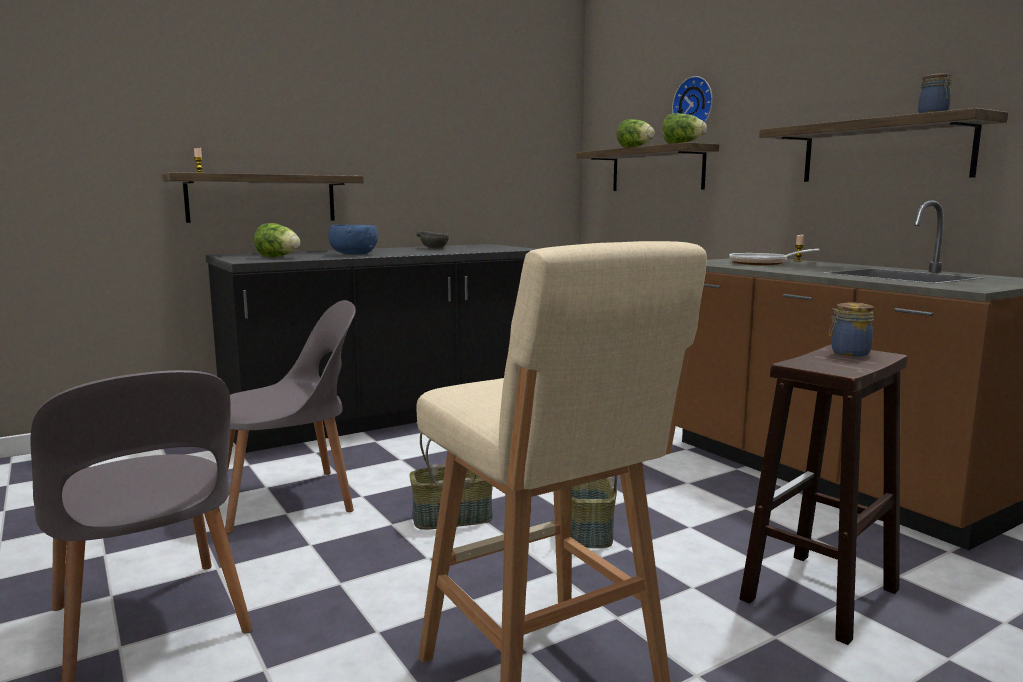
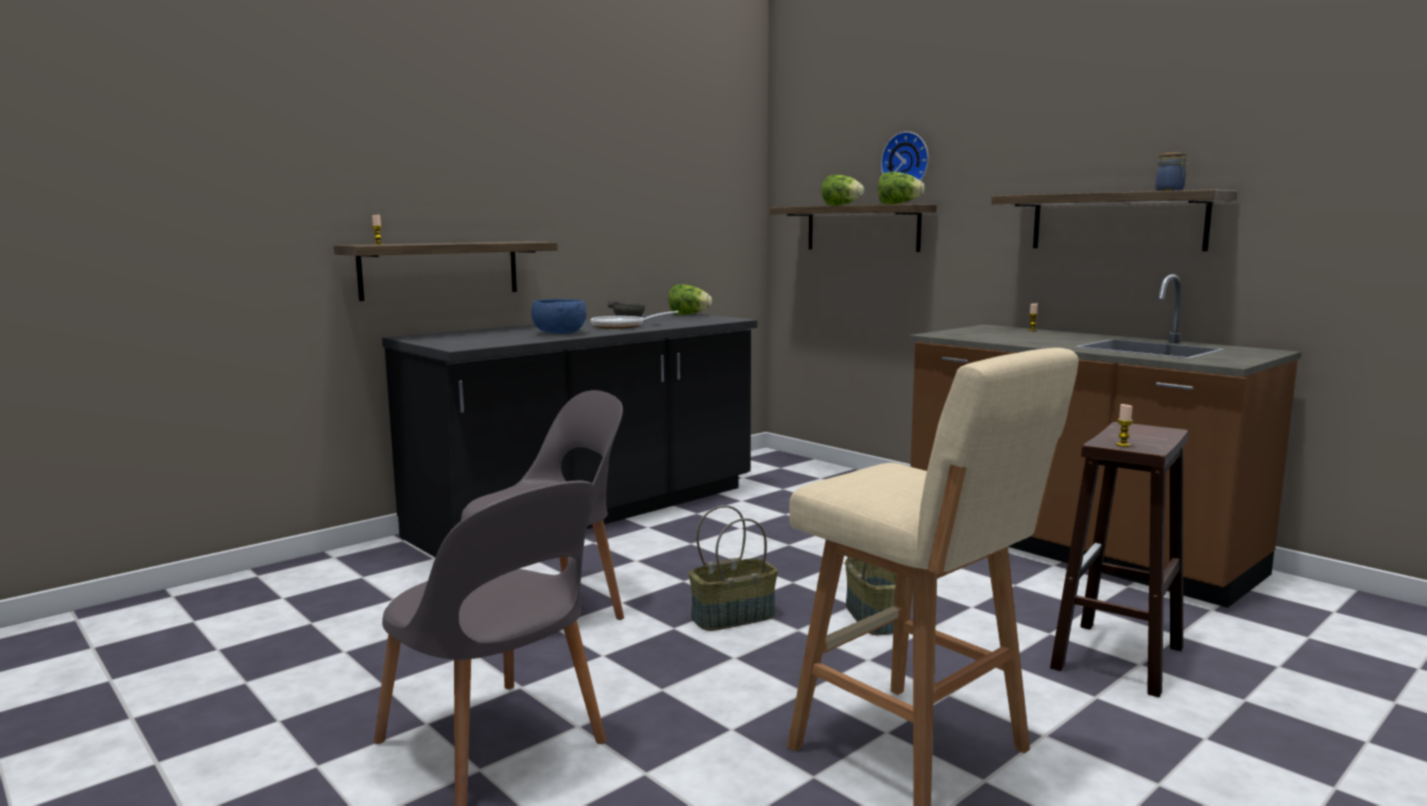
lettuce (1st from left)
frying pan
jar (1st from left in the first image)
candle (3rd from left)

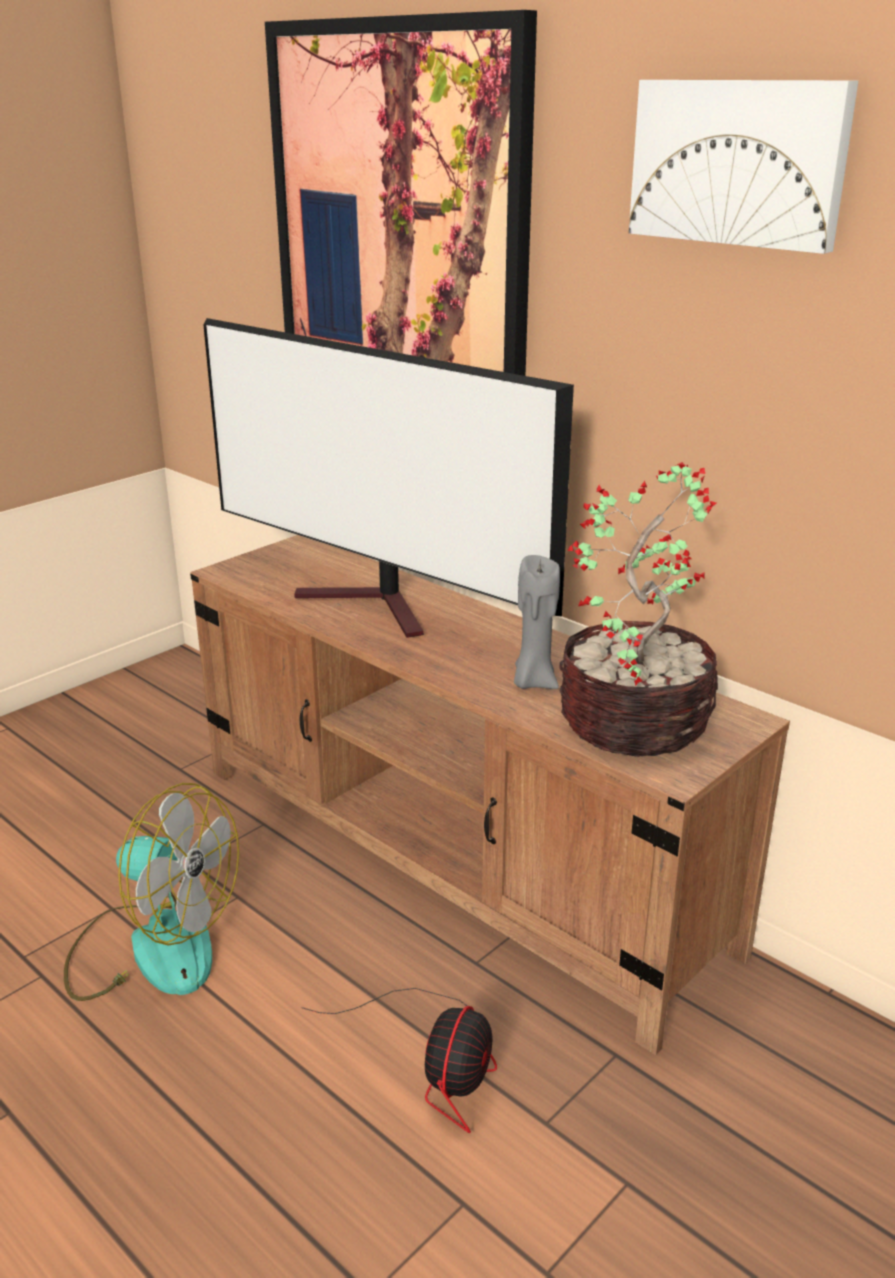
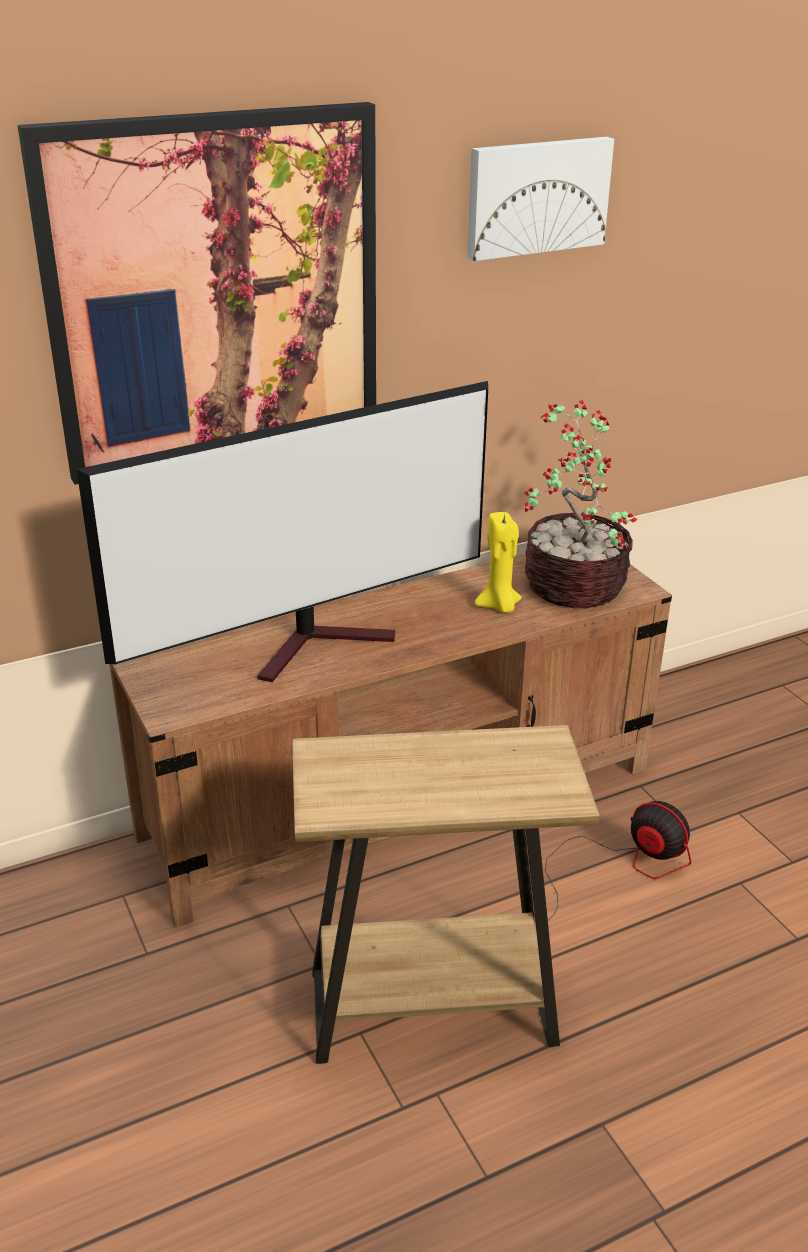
yellow candle
brown side table

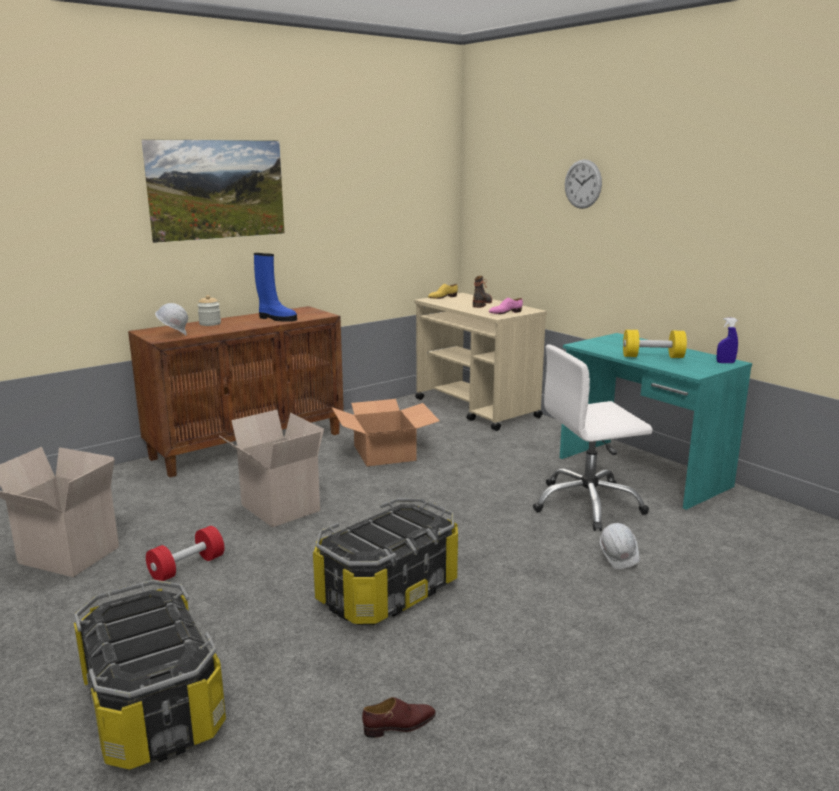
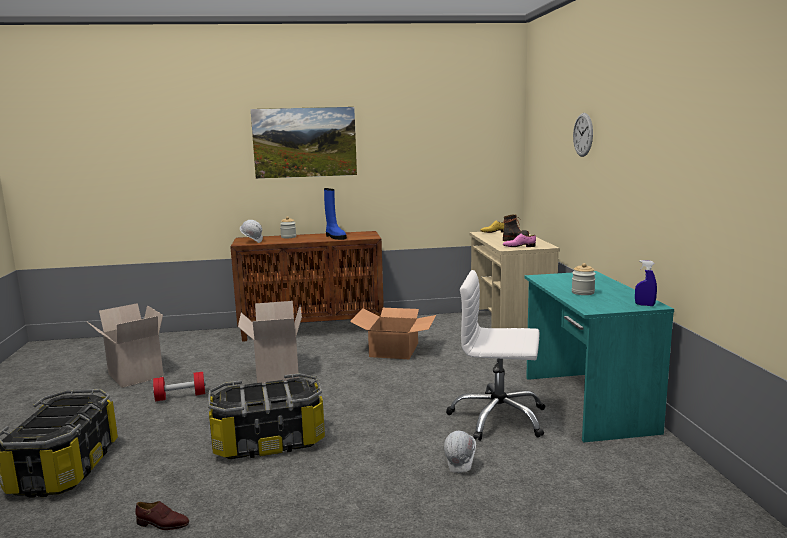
jar (2nd from left)

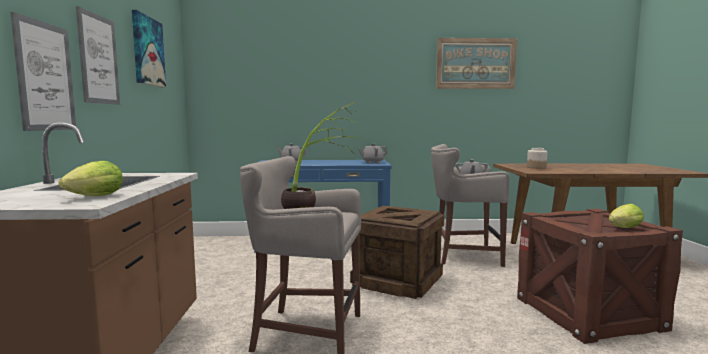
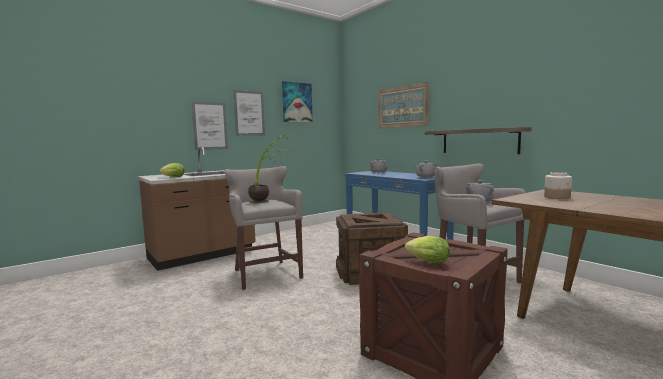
picture (4th from left)
shelf

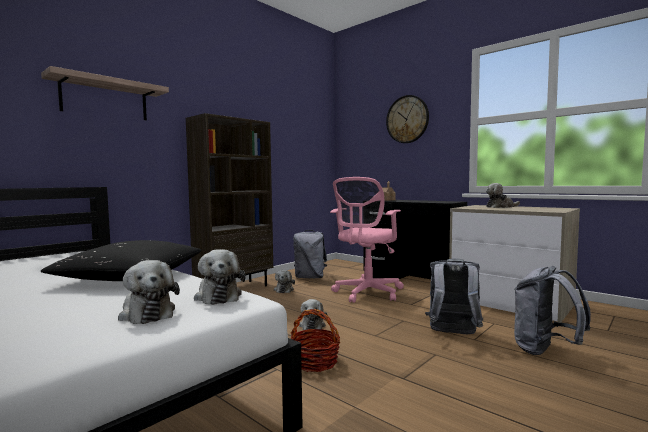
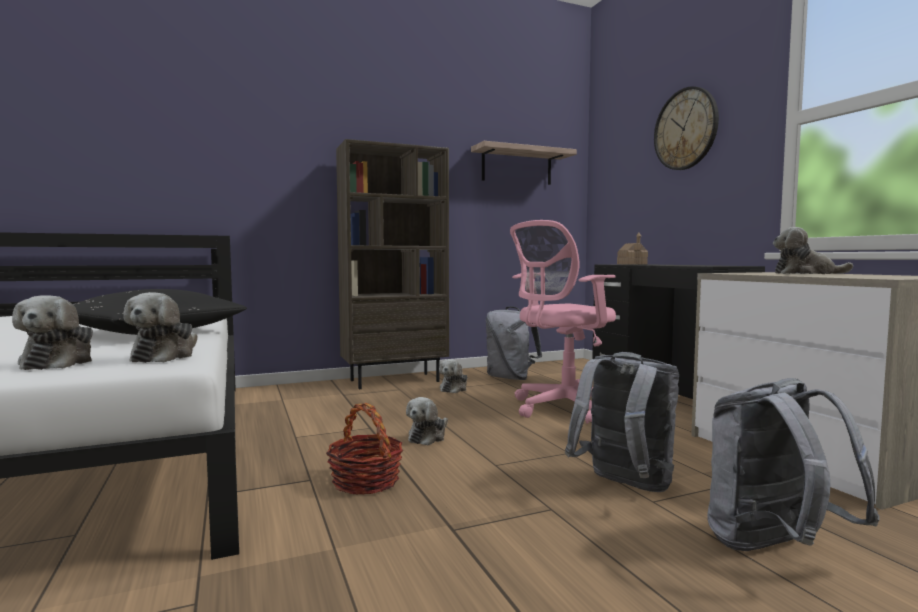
shelf

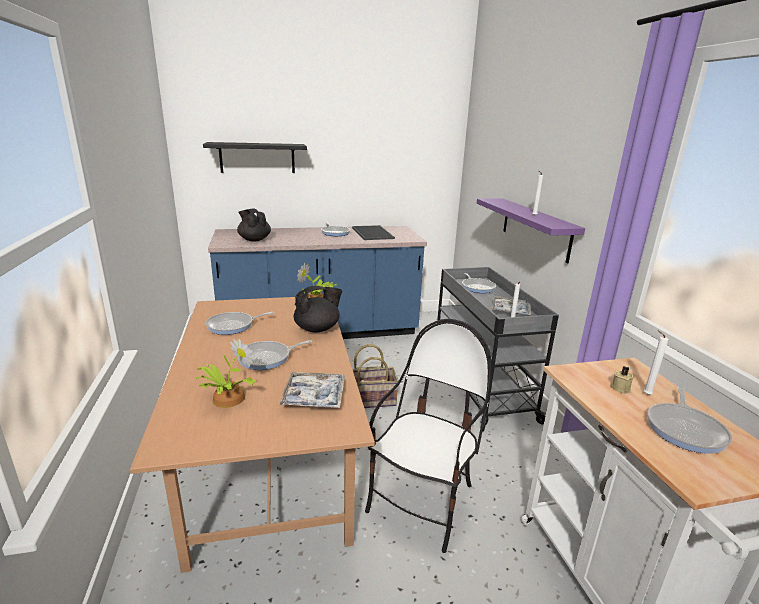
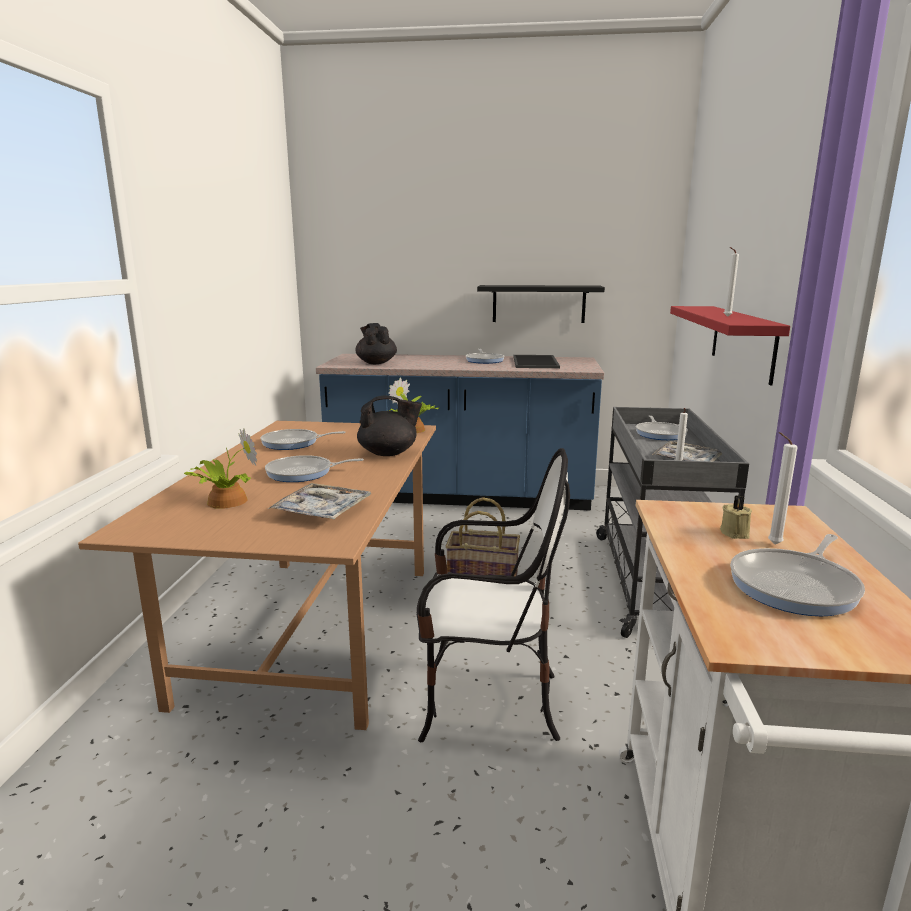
black shelf
red shelf
chair

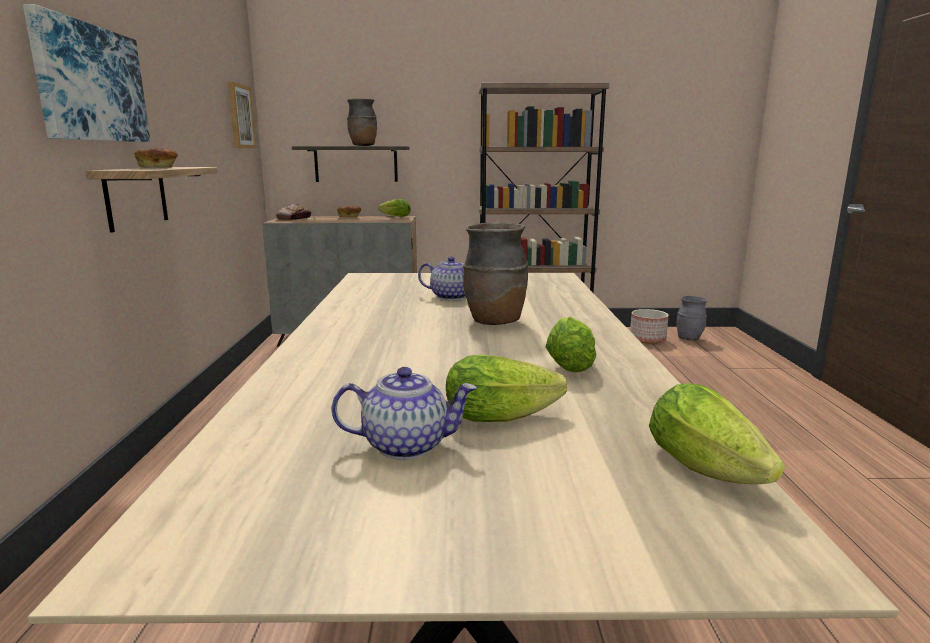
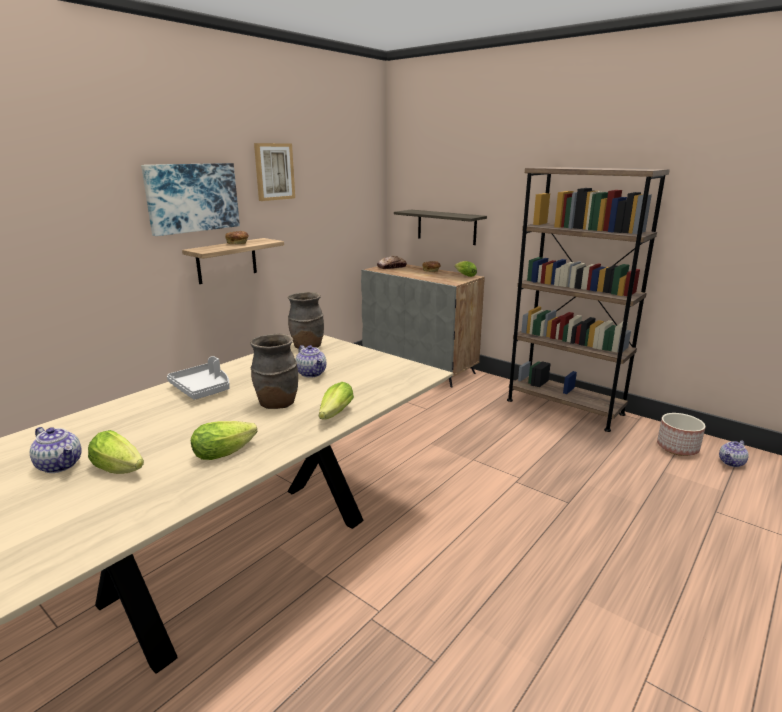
picture (2nd from left)
brown vase (2nd from left)
teapot (3rd from left)
lettuce (3rd from left)
grey tray

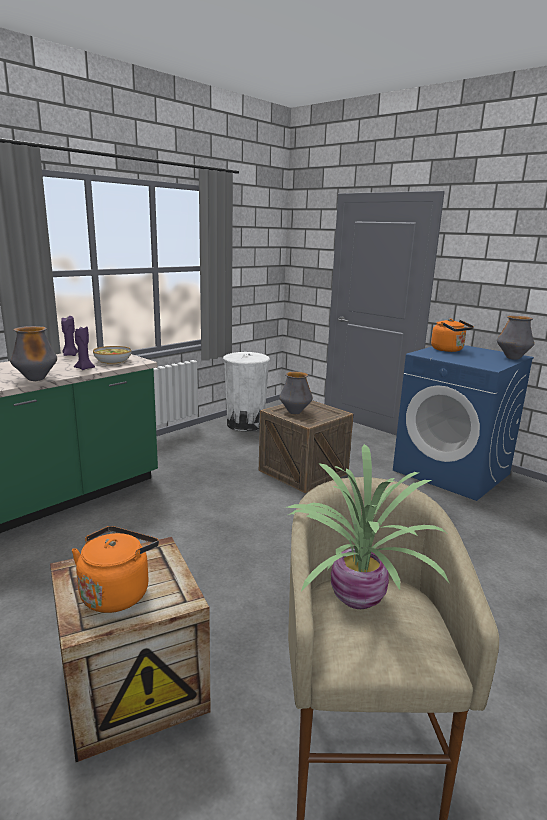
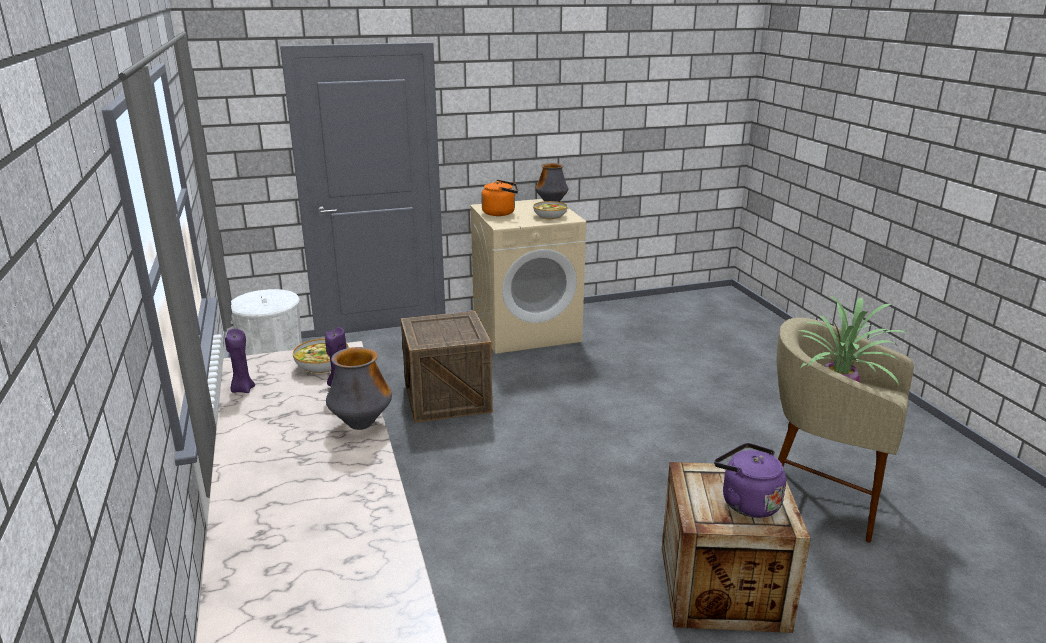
beige washing machine
vase (2nd from left in the first image)
purple kettle
bowl (2nd from left)

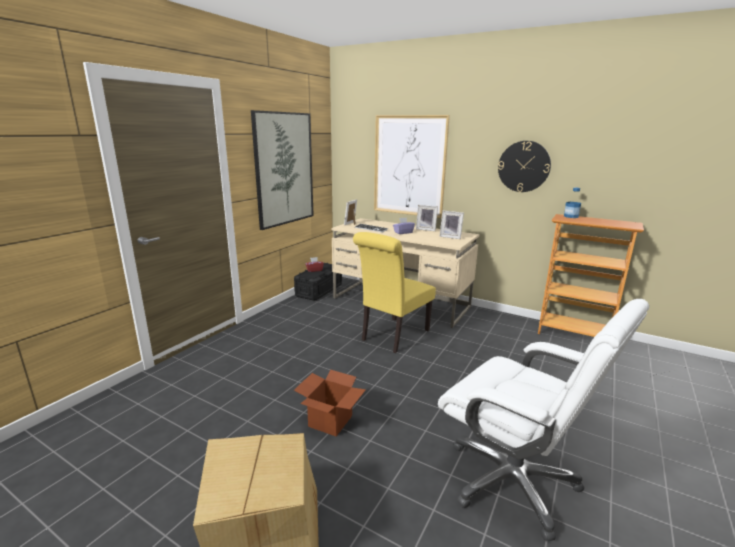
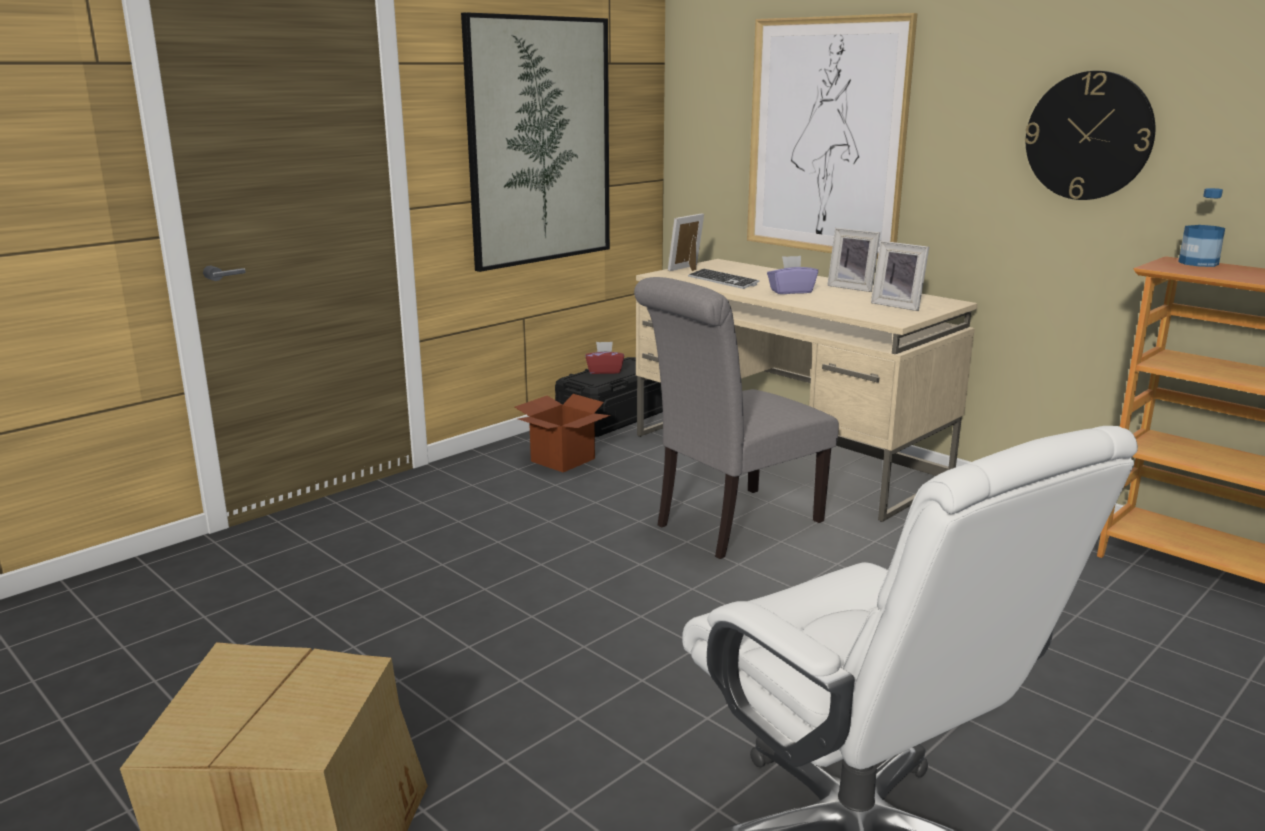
grey chair
cardboard box (2nd from left)

